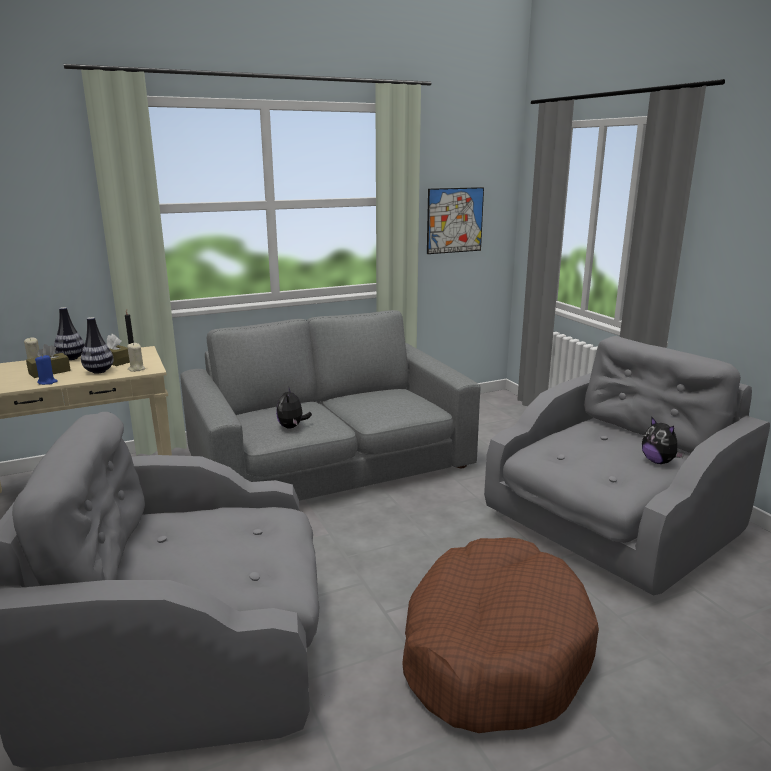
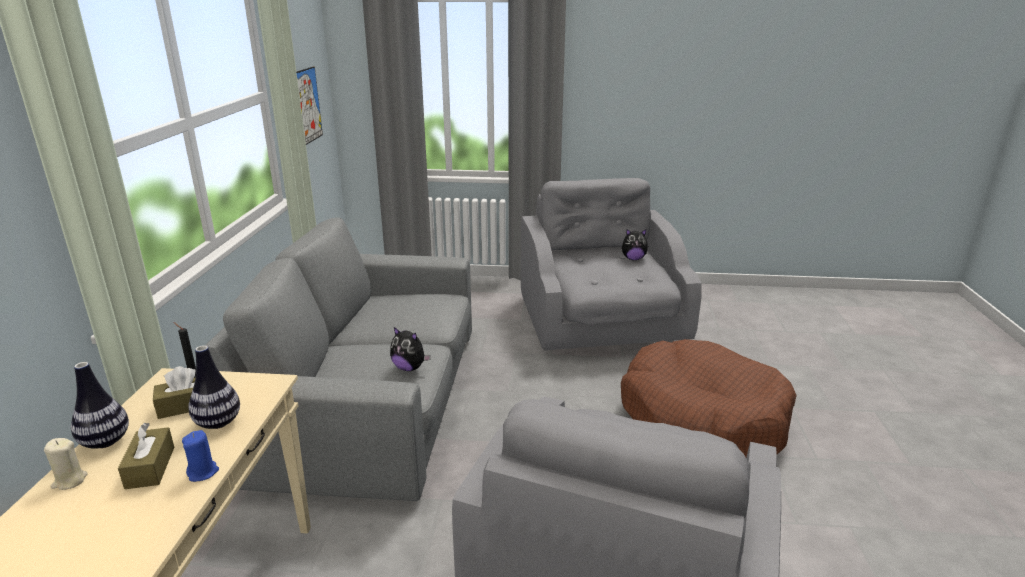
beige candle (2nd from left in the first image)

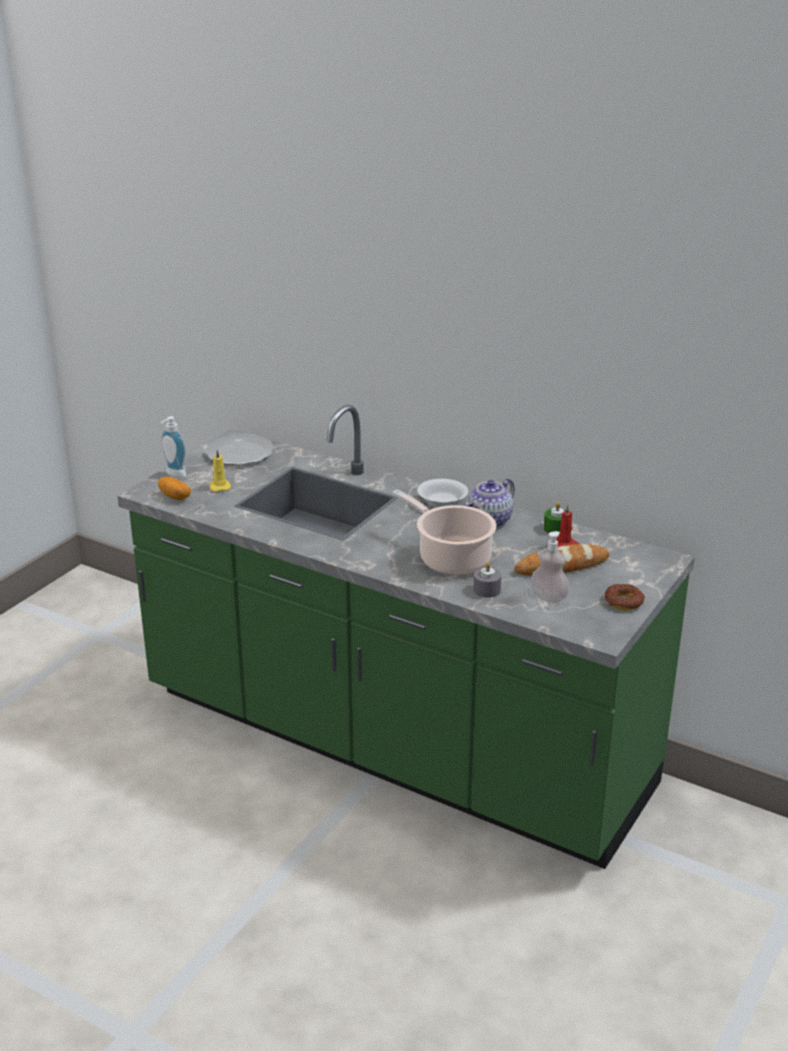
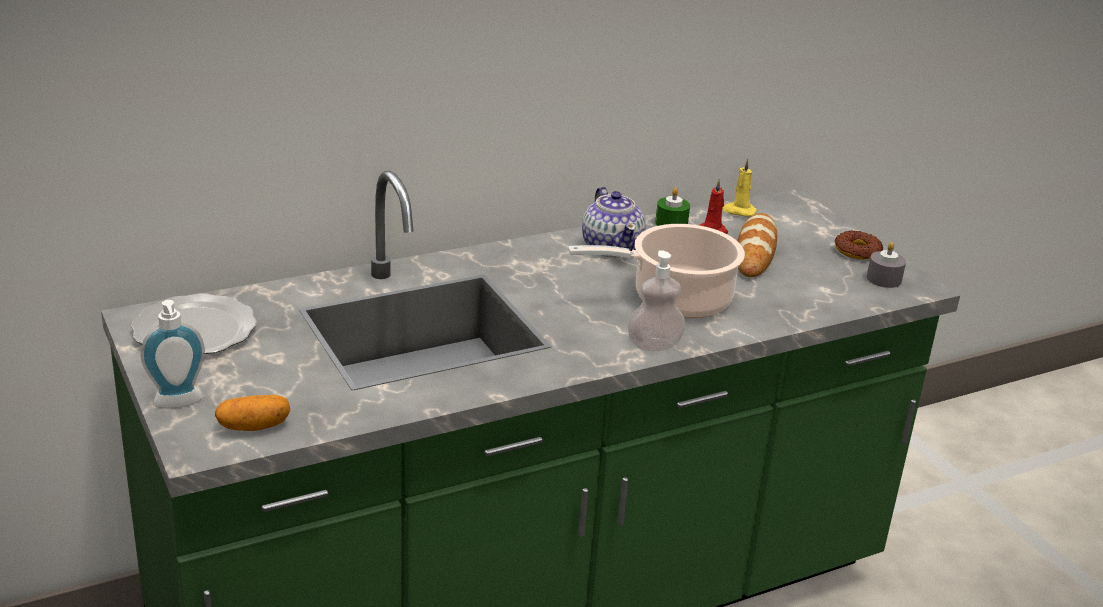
yellow candle
white bowl
soap dispenser (2nd from left)
grey candle

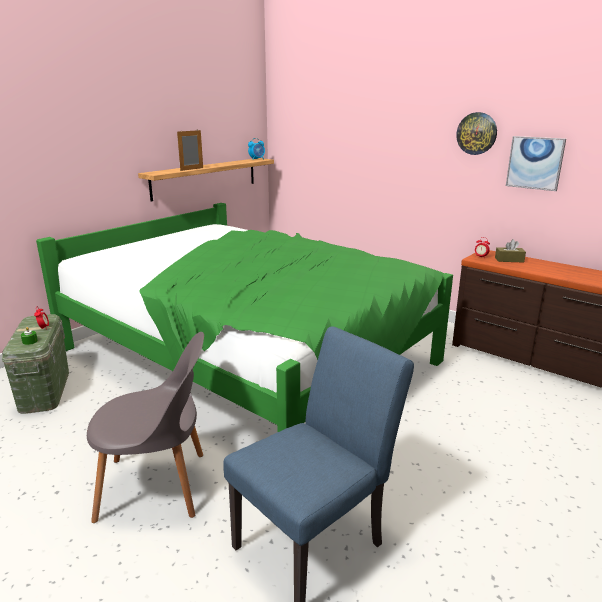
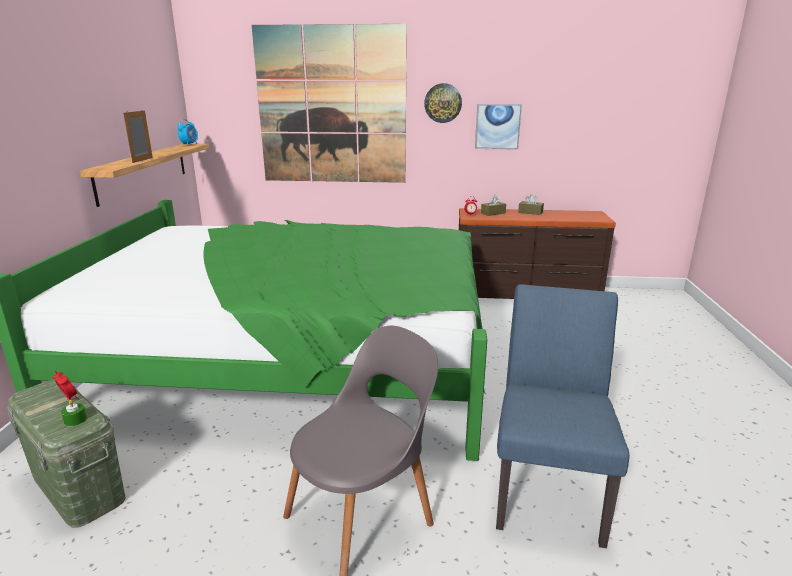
picture (1st from left)
brown tissue box (2nd from left)

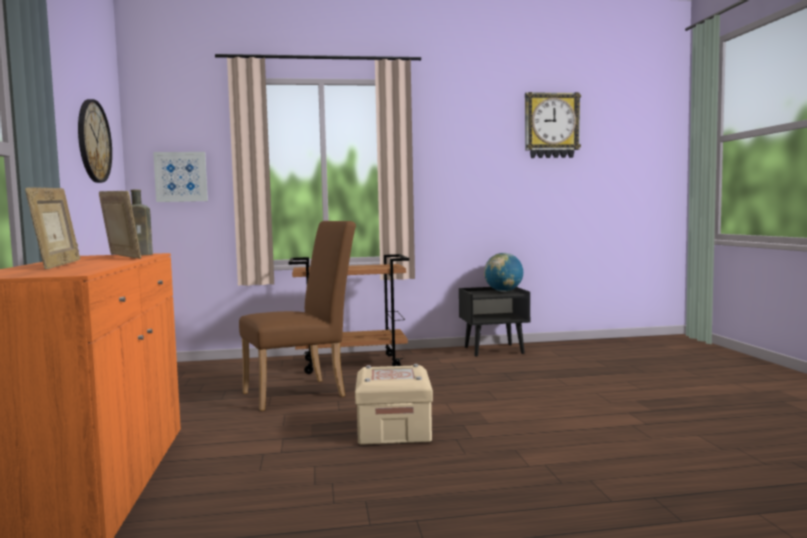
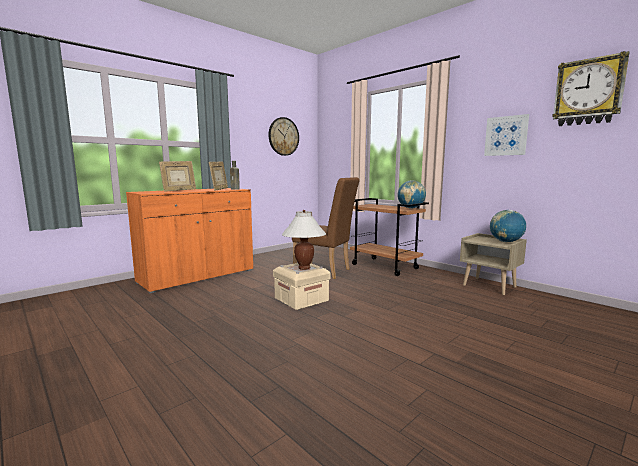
picture
beige nightstand
globe (1st from left)
white table lamp

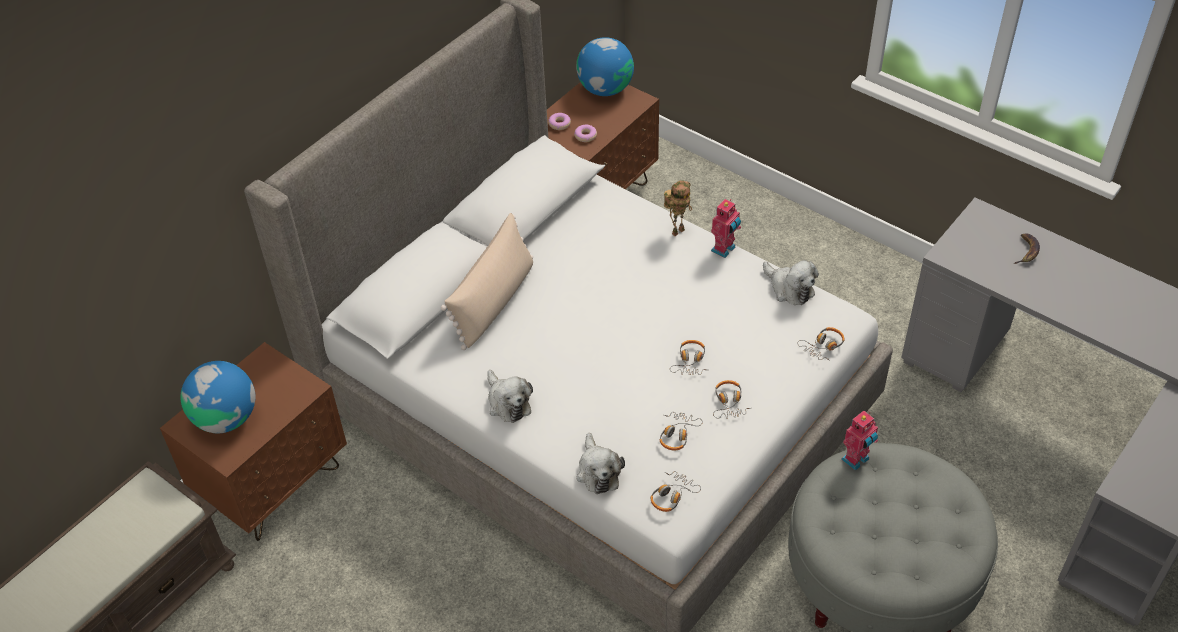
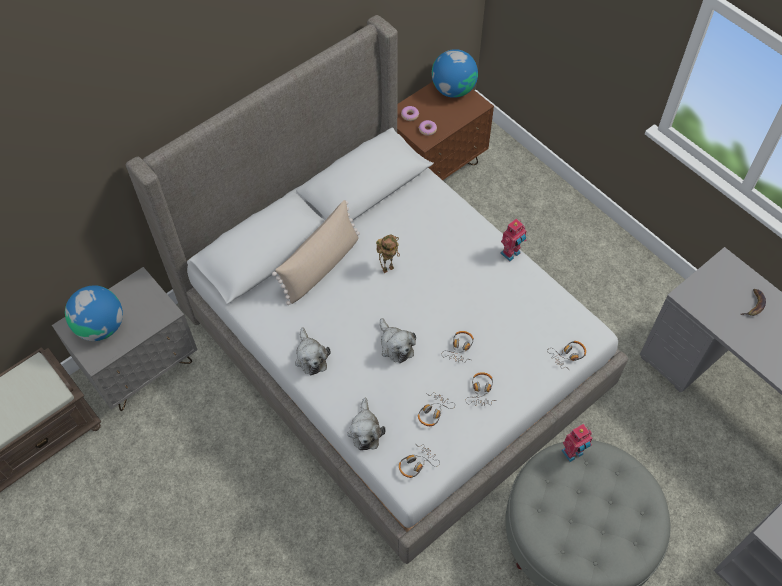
toy robot (1st from left)
plush toy (3rd from left)
grey nightstand

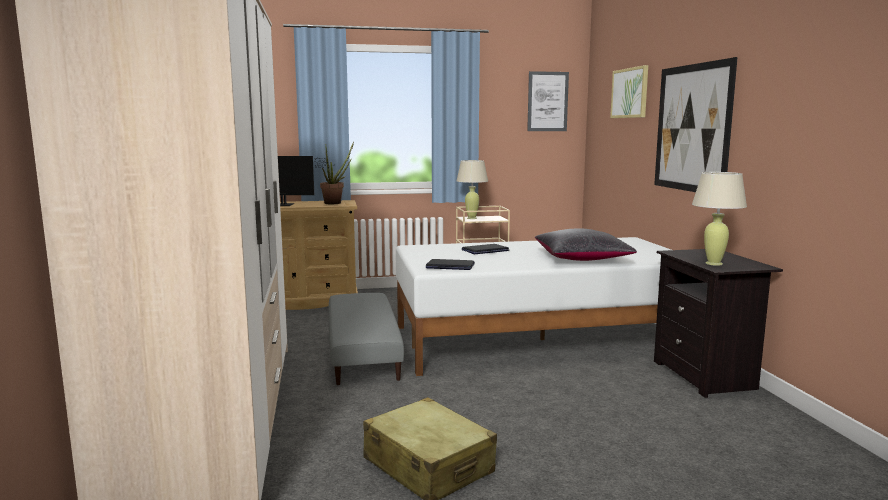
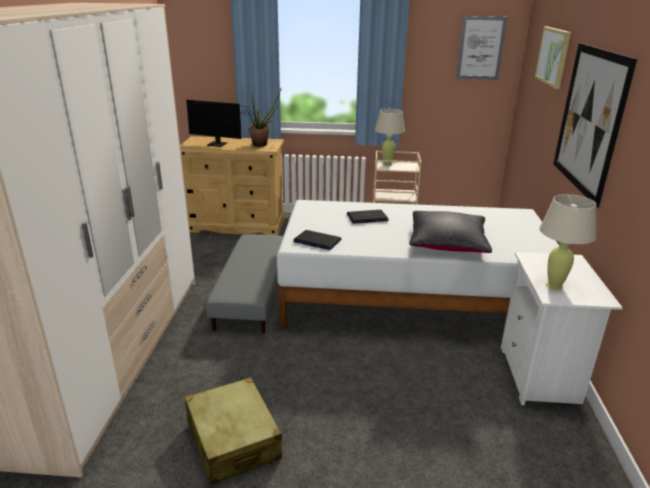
white nightstand

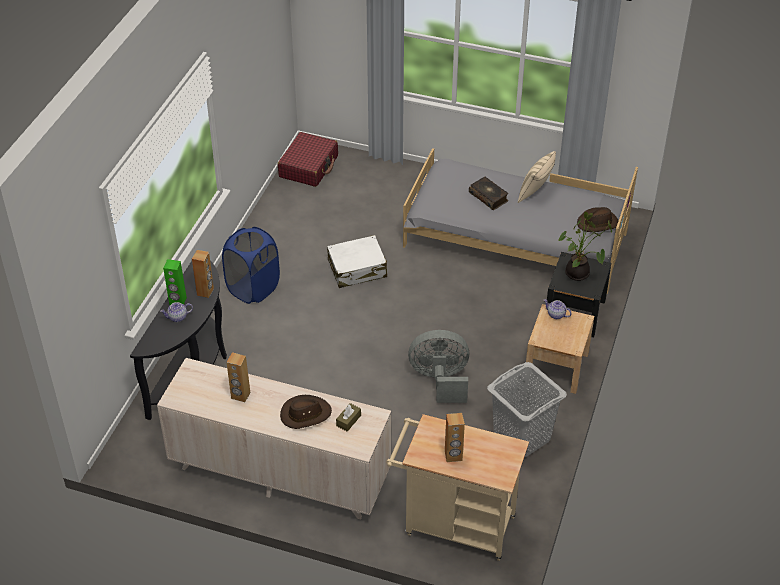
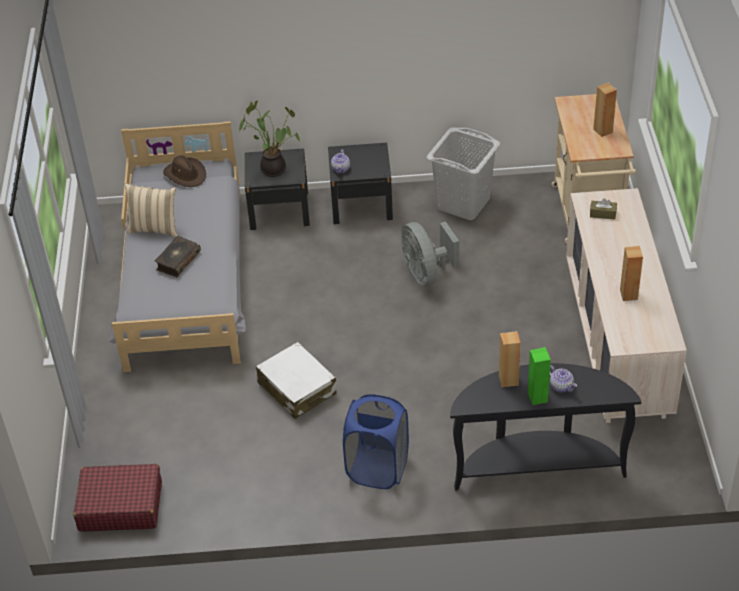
black nightstand (2nd from left)
brown hat (1st from left in the first image)

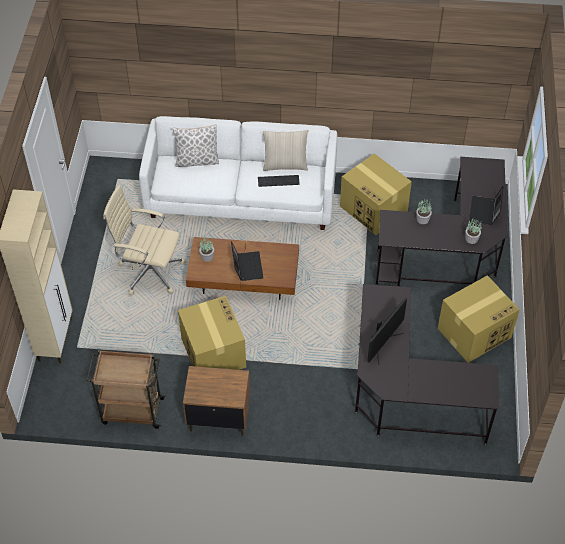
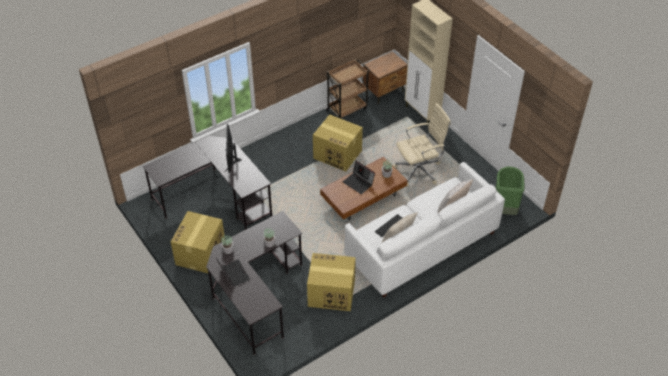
brown nightstand
green trash can

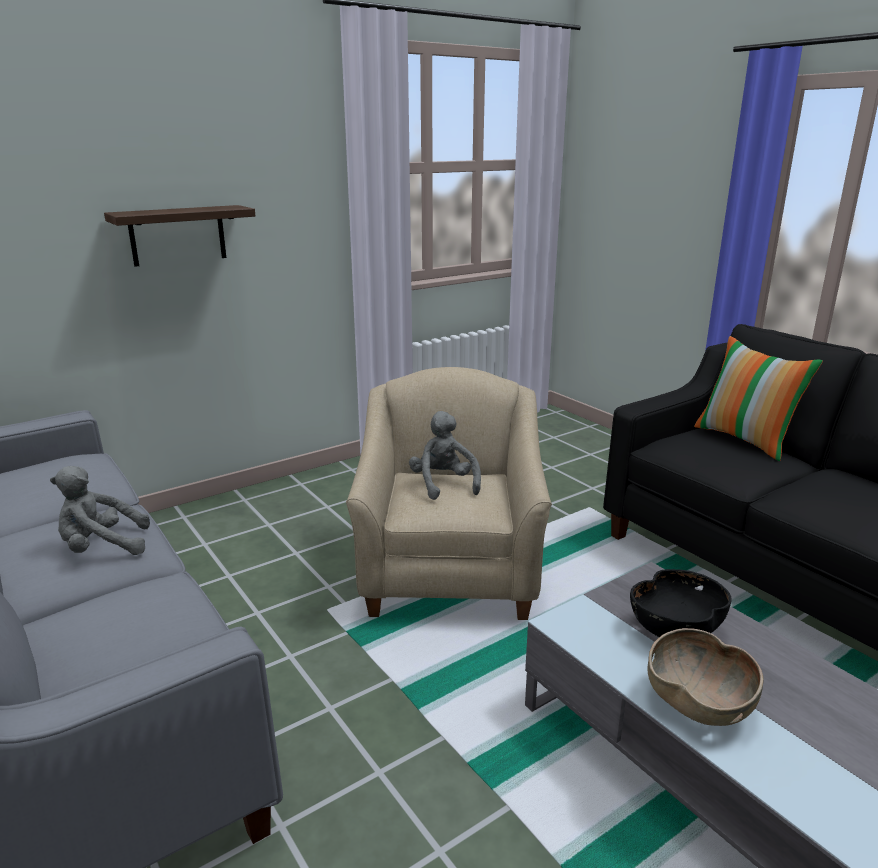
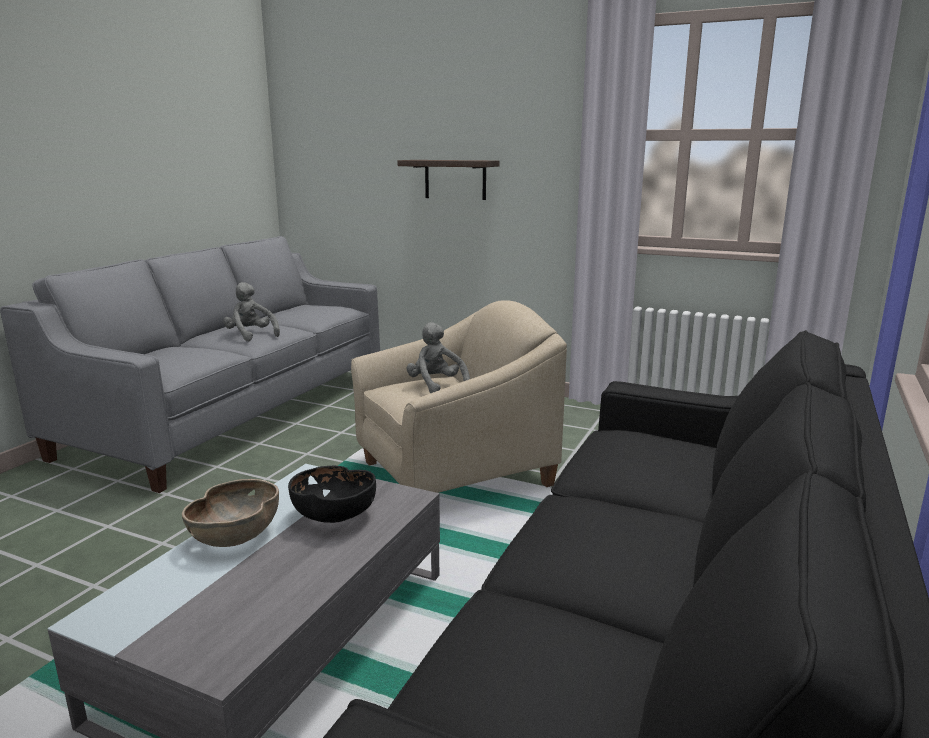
pillow
grey plush toy (2nd from left)

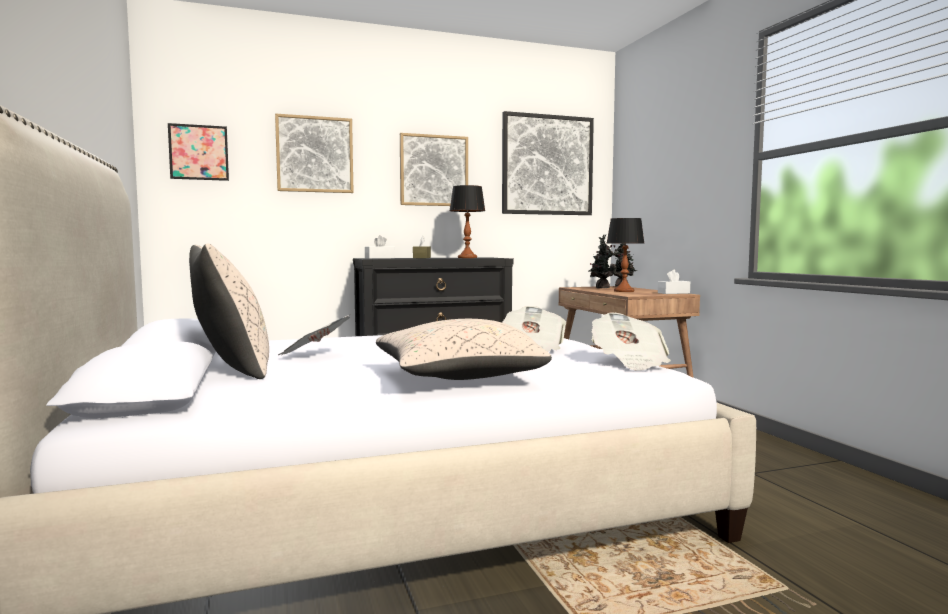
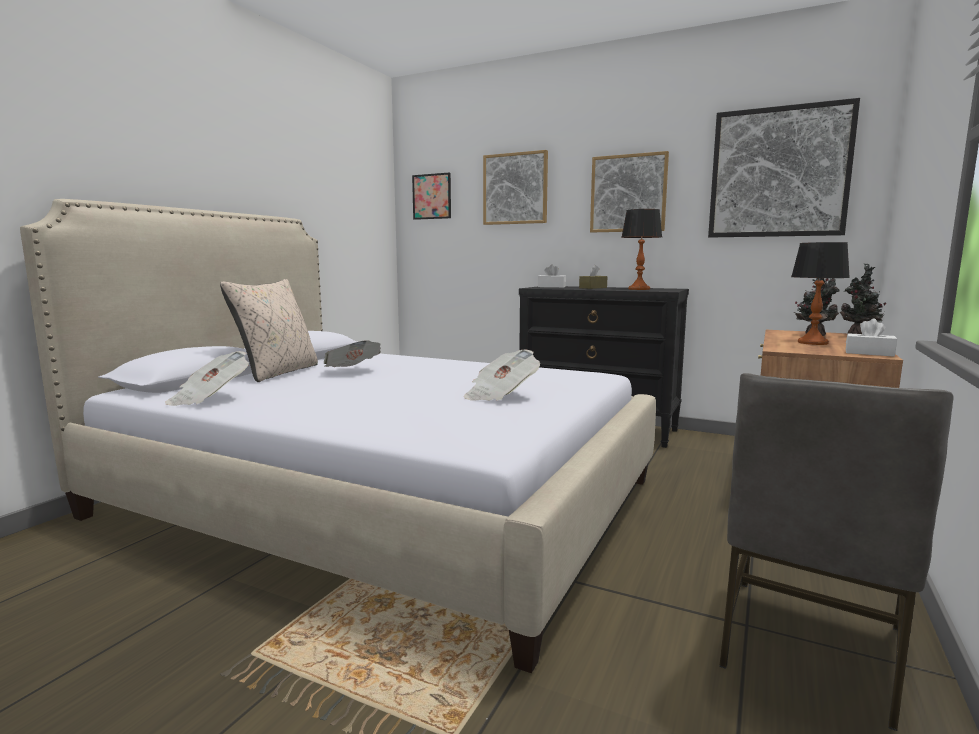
newspaper (1st from left)
beige pillow (2nd from left in the first image)
grey chair

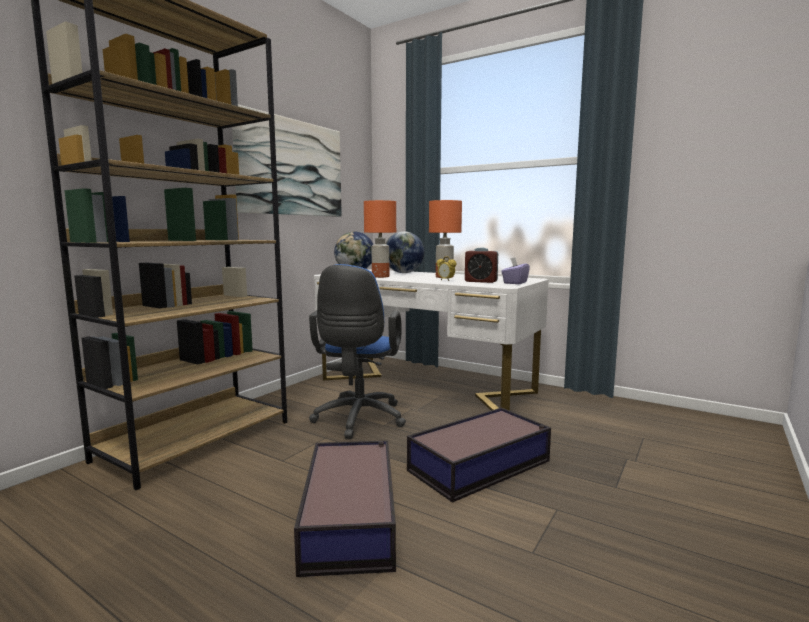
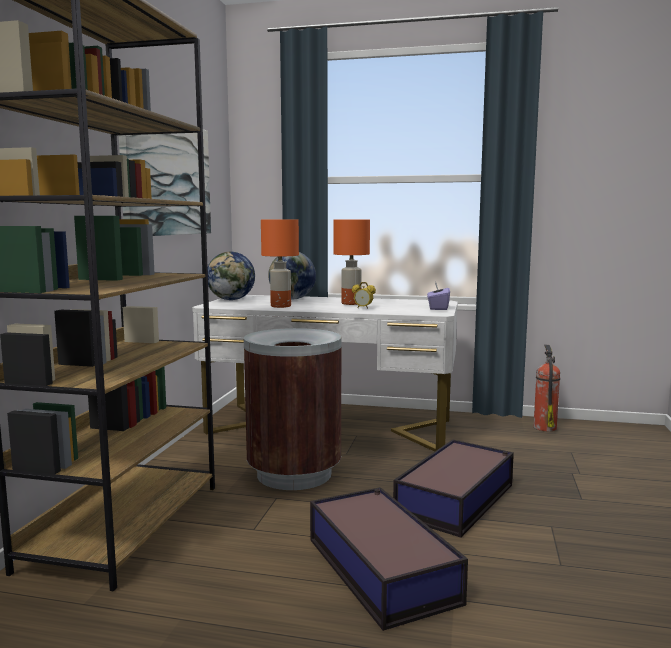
alarm clock (2nd from left in the first image)
brown trash can
fire extinguisher

